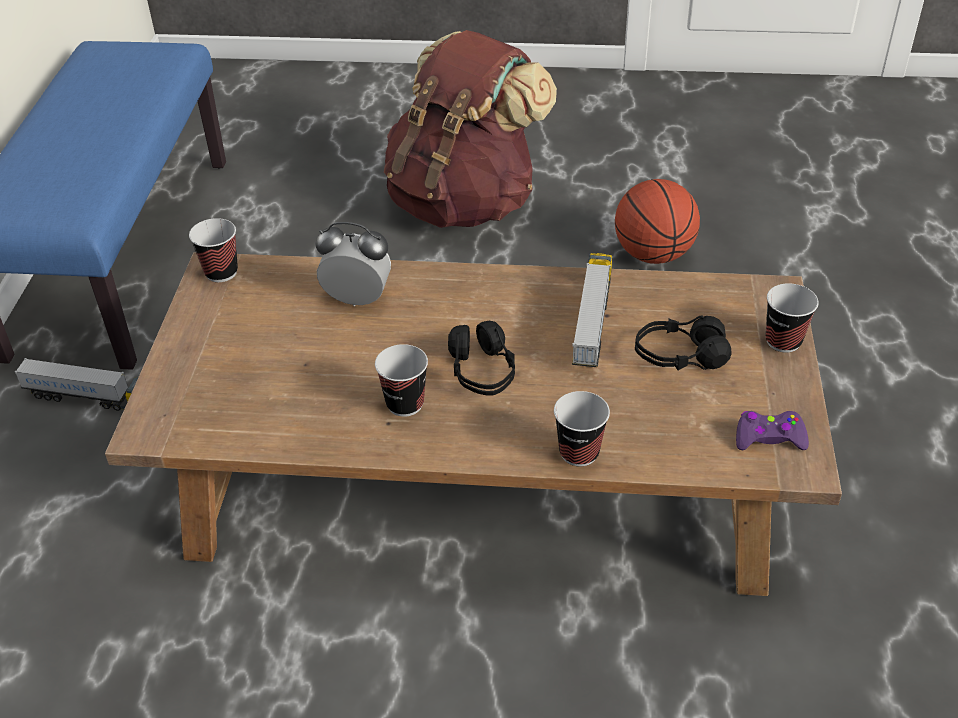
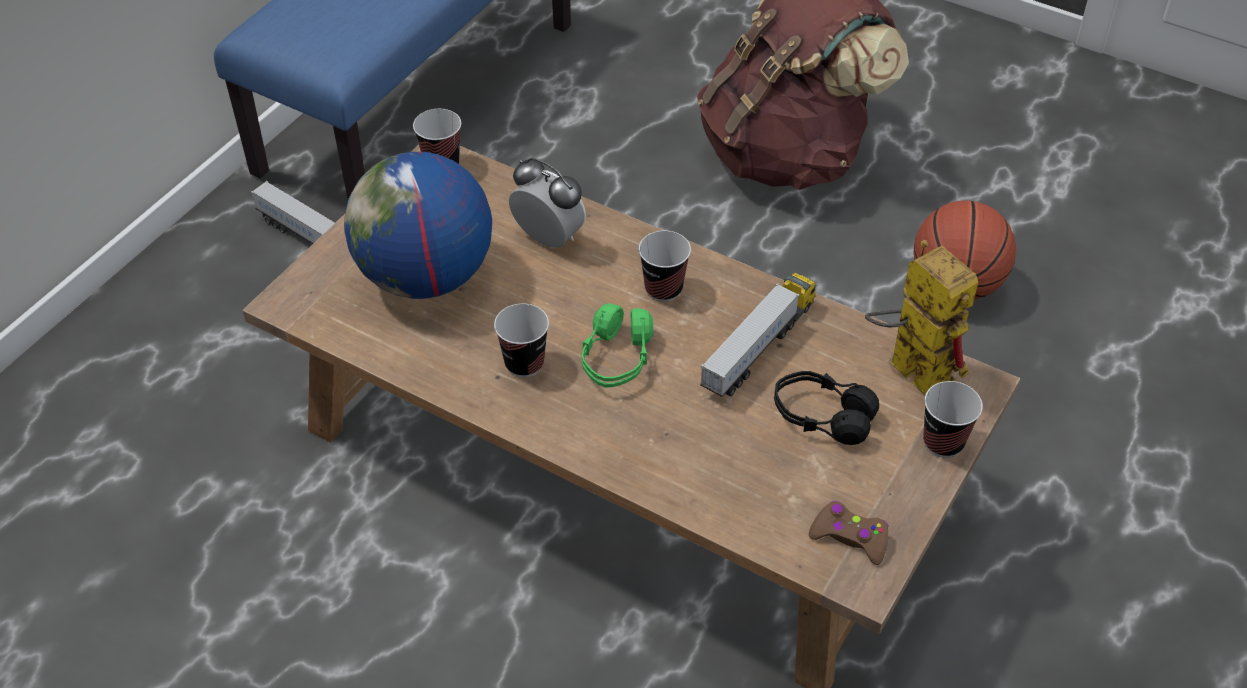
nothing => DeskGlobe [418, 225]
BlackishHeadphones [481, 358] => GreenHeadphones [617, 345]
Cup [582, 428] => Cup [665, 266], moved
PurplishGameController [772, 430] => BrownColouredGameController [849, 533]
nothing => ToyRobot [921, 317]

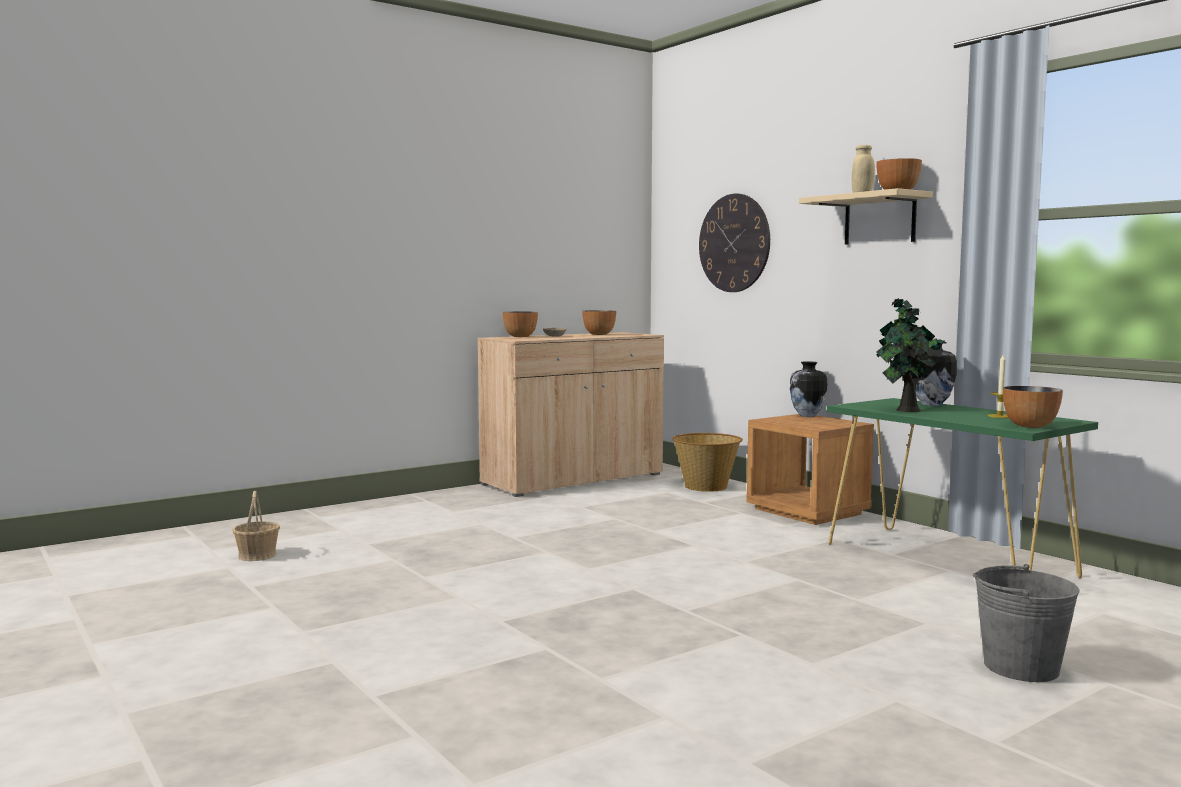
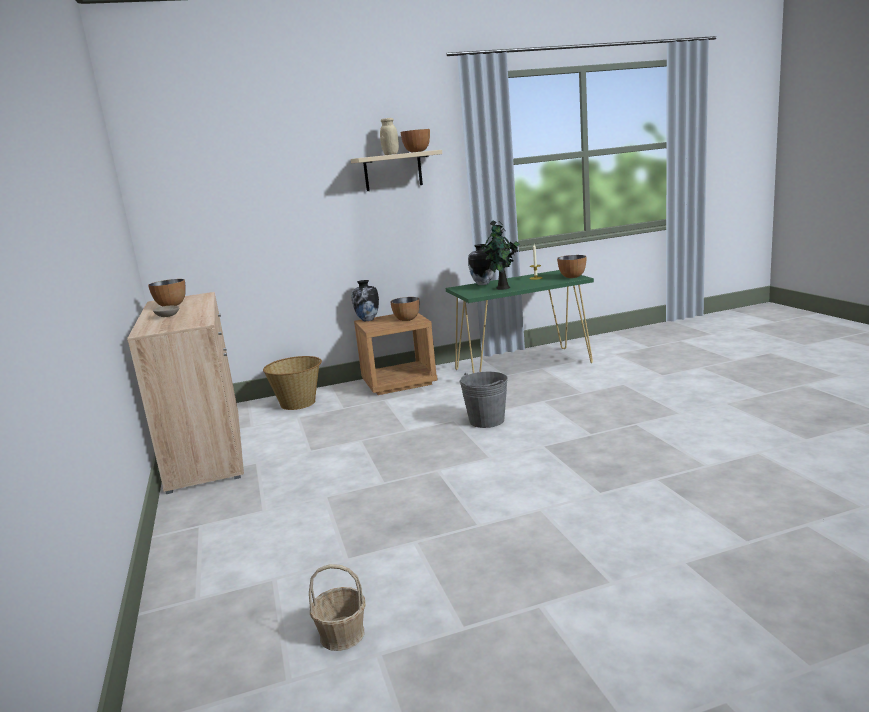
DeepDish [520, 324] => DeepDish [404, 309], moved
GreyBucket [1026, 623] => GreyBucket [484, 400], moved
ClockOnTheWall [734, 243] => nothing

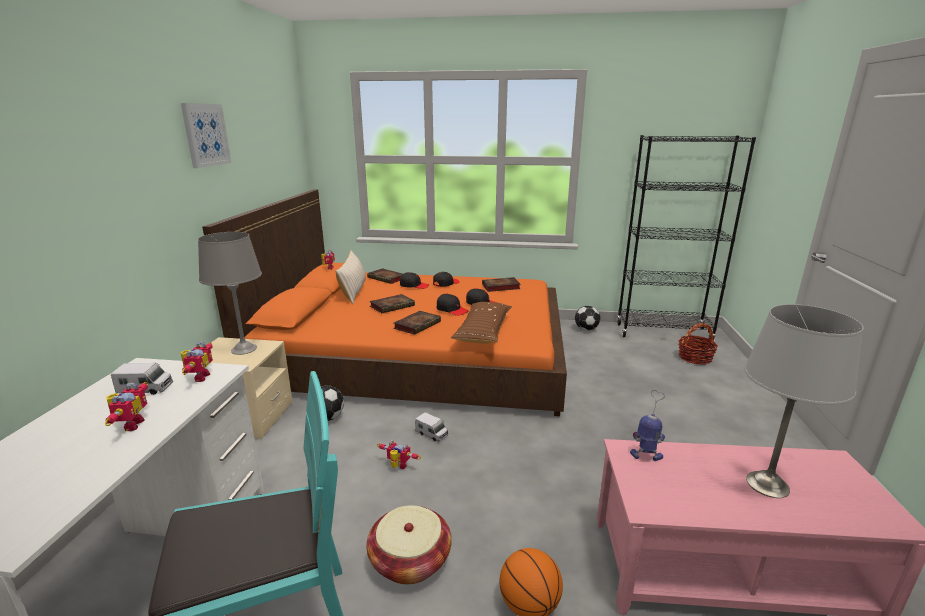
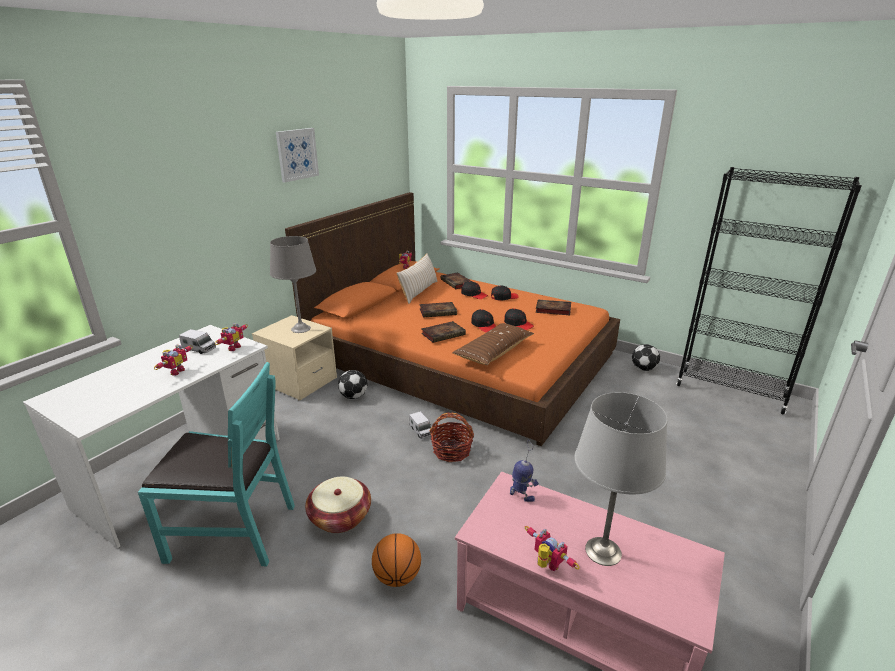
StorageBasket [698, 344] => StorageBasket [451, 437], moved
ToyRobot [399, 454] => ToyRobot [552, 548], moved

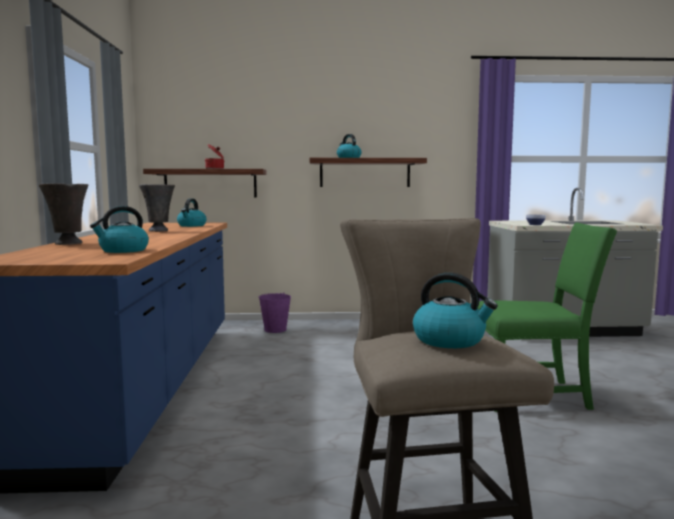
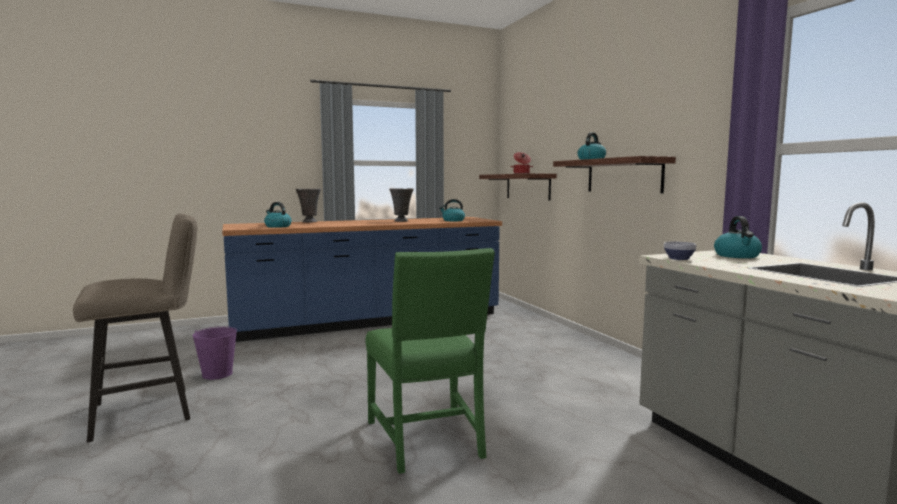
PurplishBucket [275, 312] => PurplishBucket [215, 353], moved
TeaKettle [455, 310] => TeaKettle [738, 237], moved

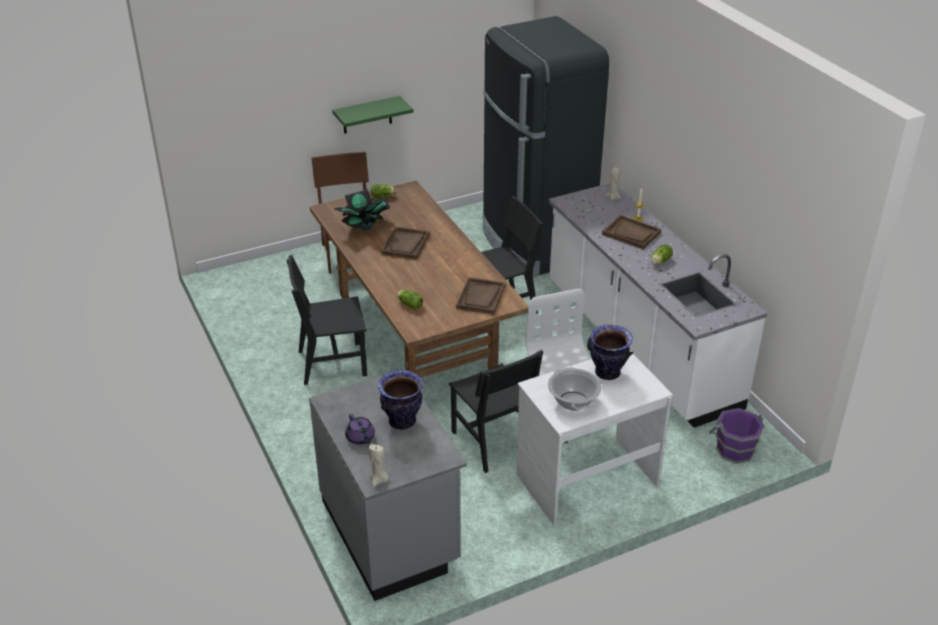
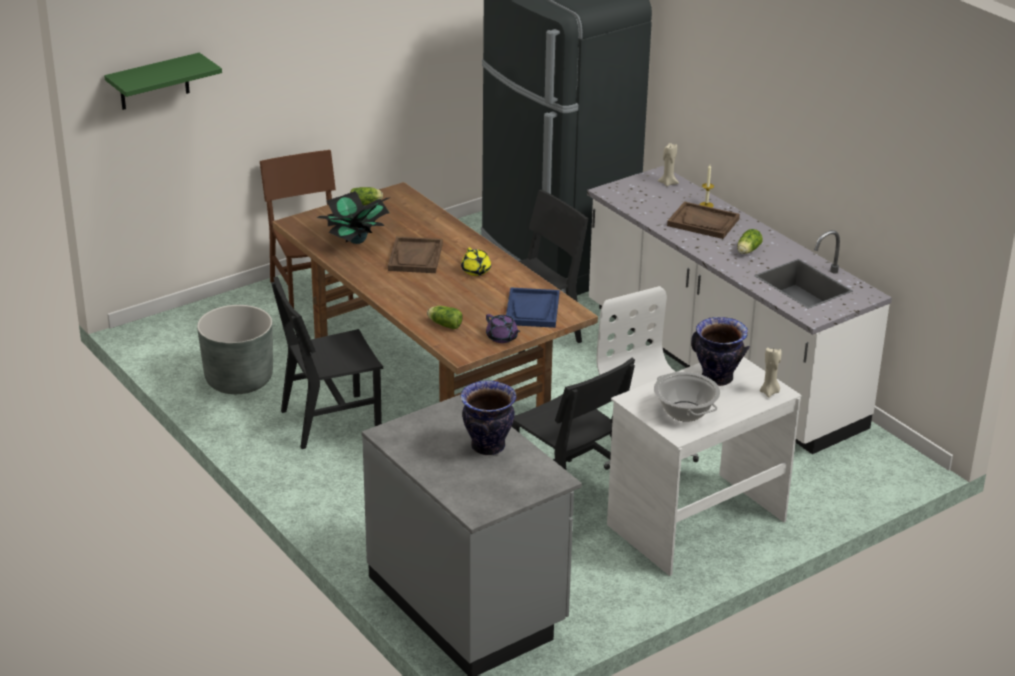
GreenWallShelf [373, 115] => GreenWallShelf [163, 81], moved
nothing => GreyFlowerPot [235, 349]
nothing => YellowishTeapot [476, 261]
PurplishTeapot [360, 429] => PurplishTeapot [503, 328], moved
BrownColouredServingTray [480, 295] => BlueServingTray [532, 307]
BeigeCandle [379, 465] => BeigeCandle [770, 372], moved
PurplishBucket [737, 436] => nothing

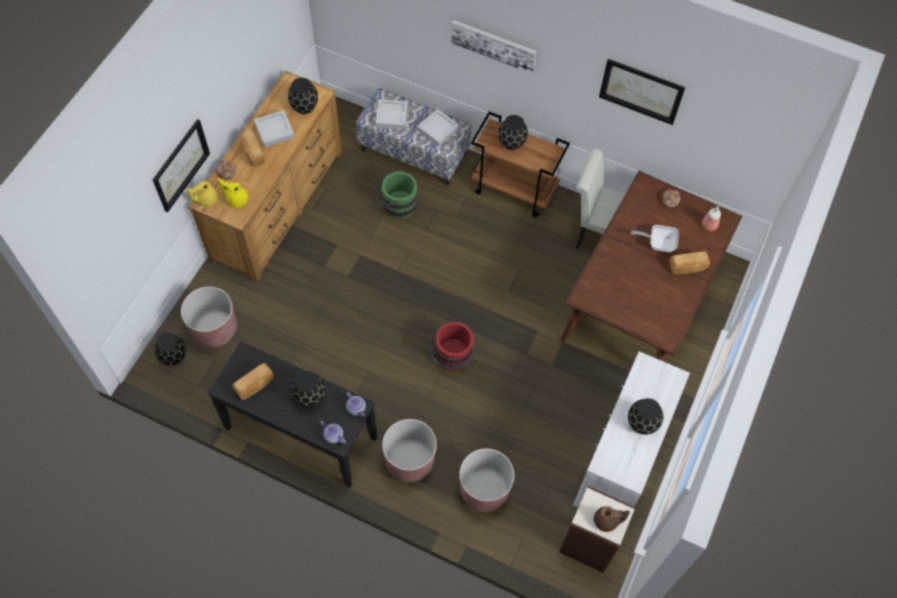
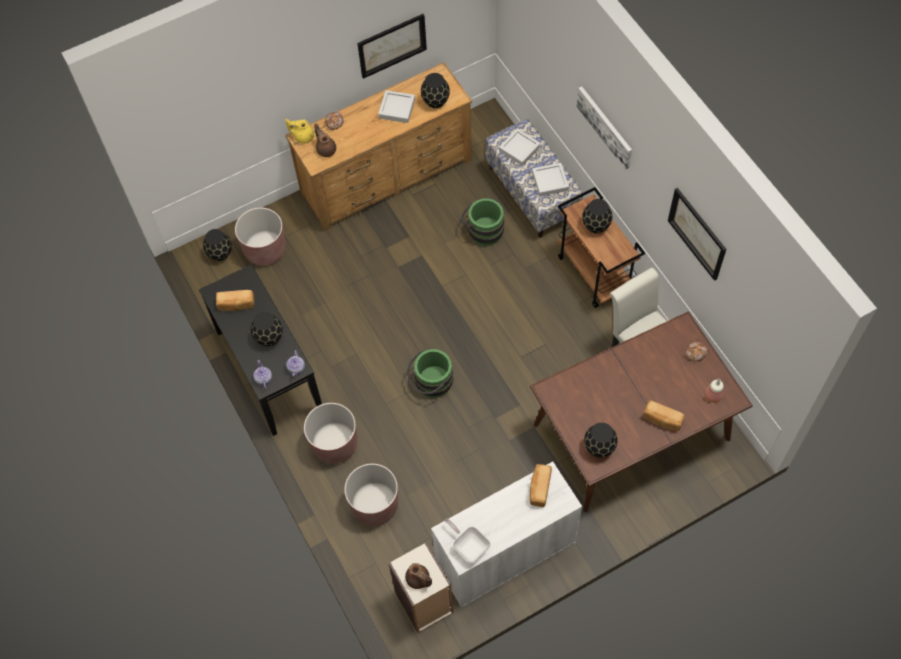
YellowishTeapot [233, 193] => BrownColouredTeapot [325, 140]
WallPicture [181, 165] => WallPicture [392, 46], moved
ReddishBucket [452, 346] => GreenBucket [430, 373]
Skillet [655, 238] => Skillet [467, 540], moved
BakedBread [252, 148] => BakedBread [541, 486], moved
BlackishFlowerVase [645, 416] => BlackishFlowerVase [601, 440], moved

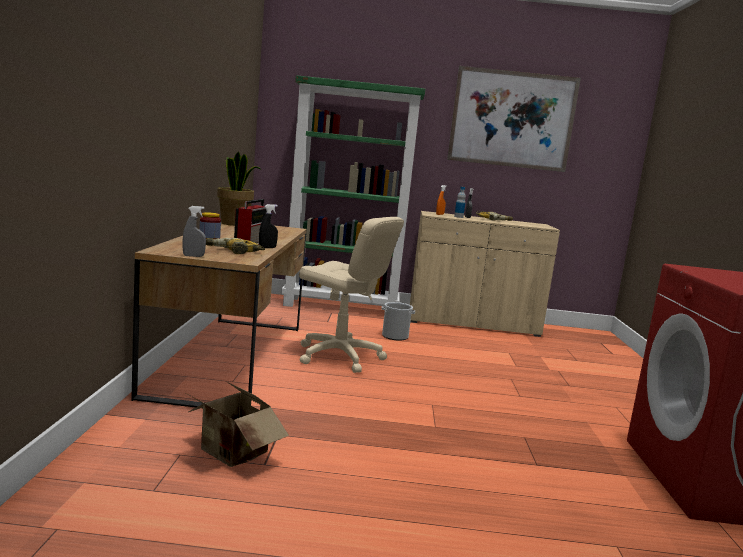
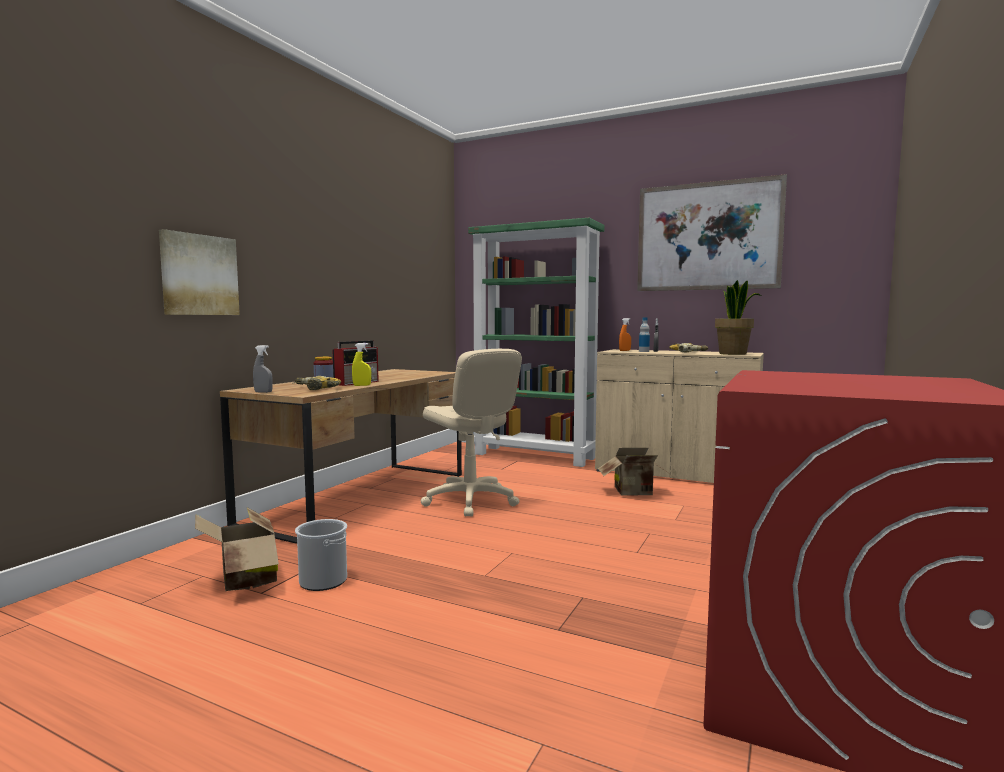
nothing => WallPicture [199, 272]
Bucket [398, 321] => Bucket [321, 555], moved
BlackishHandSprayer [268, 226] => YellowishHandSprayer [361, 364]
nothing => Carton [635, 472]
Houseplant [239, 188] => Houseplant [738, 317], moved

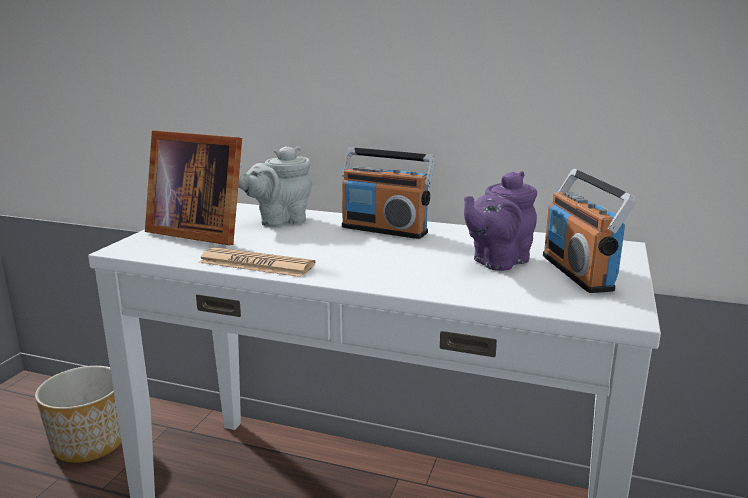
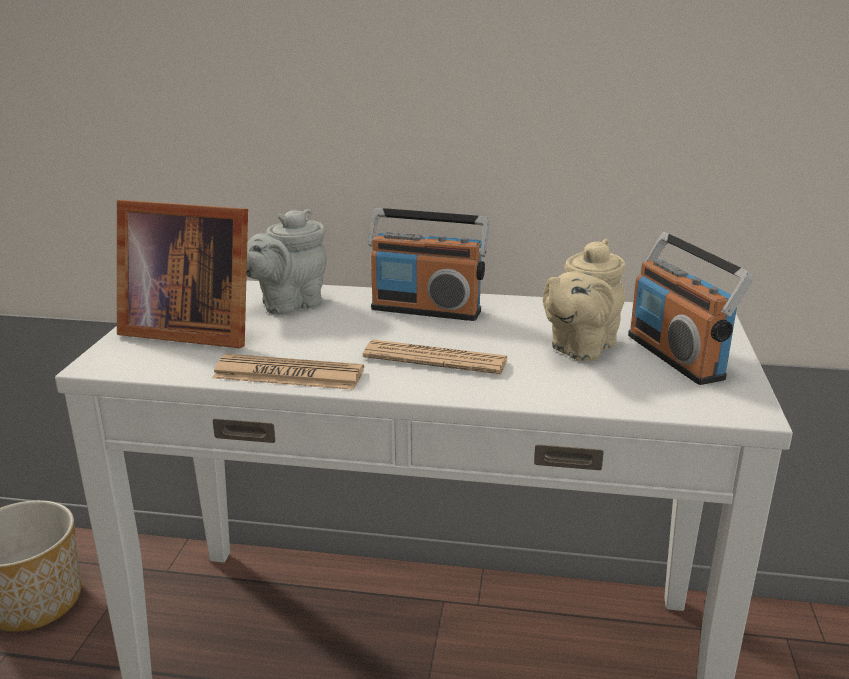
nothing => Newspaper [435, 357]
PurplishTeapot [500, 221] => BeigeTeapot [584, 300]

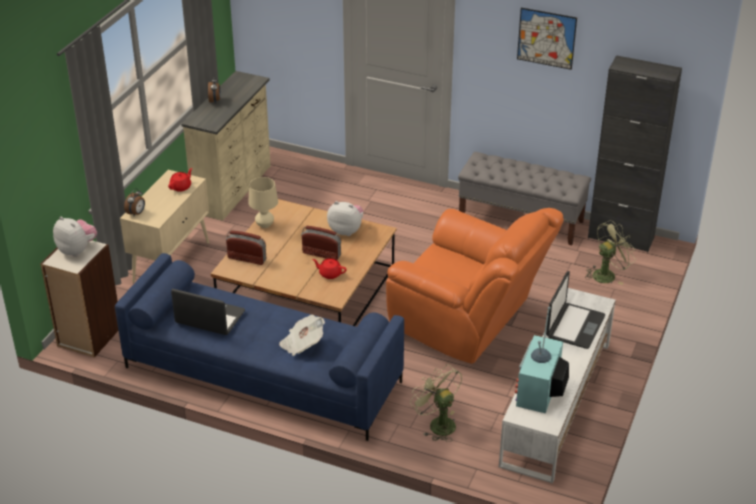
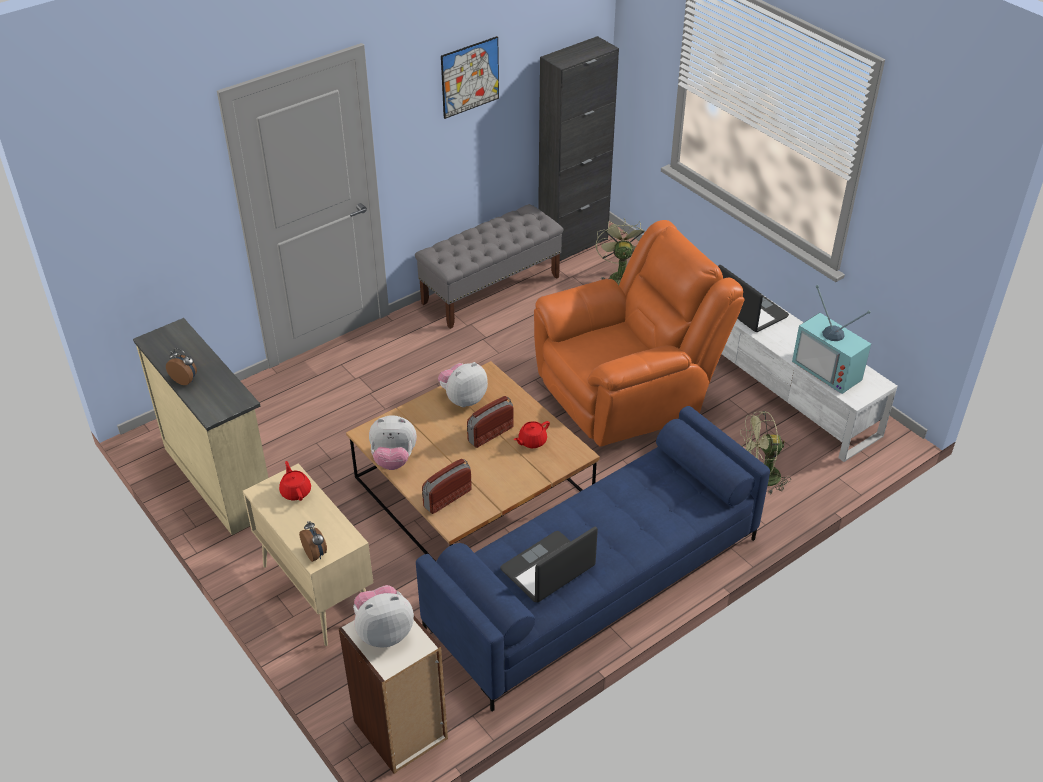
BeigeTableLamp [263, 202] => CuddlyToy [393, 442]
Newspaper [302, 335] => nothing

